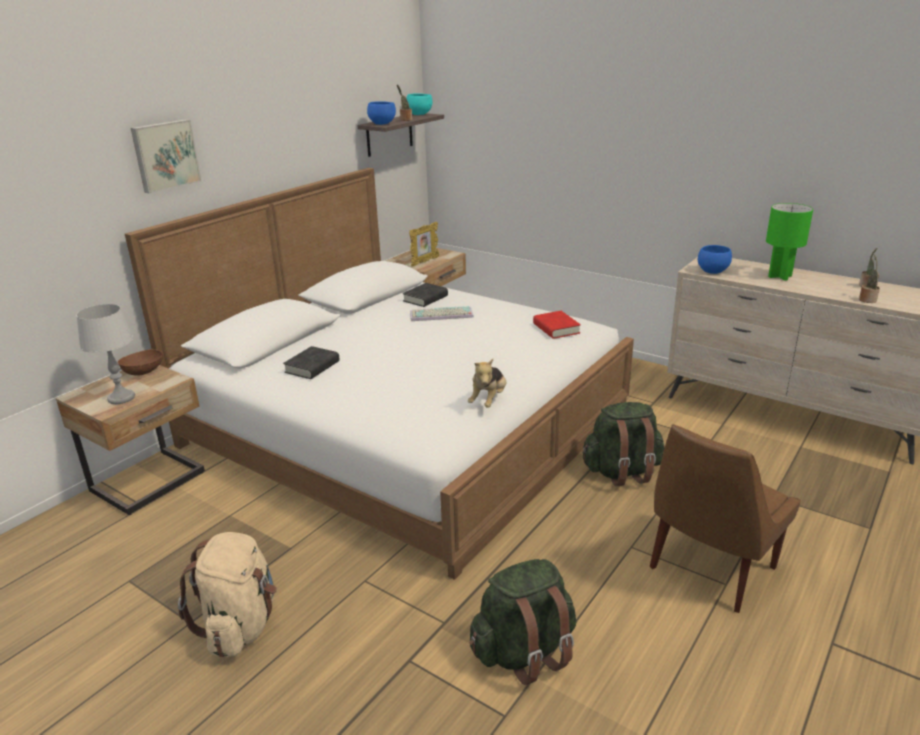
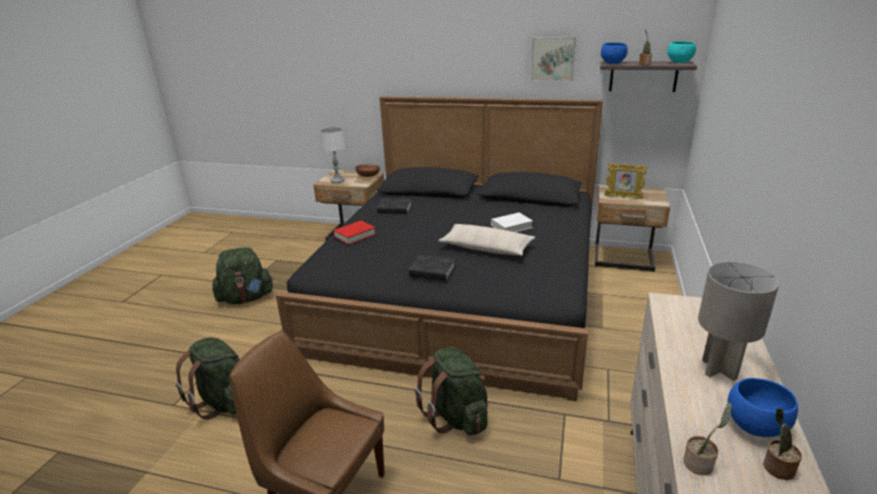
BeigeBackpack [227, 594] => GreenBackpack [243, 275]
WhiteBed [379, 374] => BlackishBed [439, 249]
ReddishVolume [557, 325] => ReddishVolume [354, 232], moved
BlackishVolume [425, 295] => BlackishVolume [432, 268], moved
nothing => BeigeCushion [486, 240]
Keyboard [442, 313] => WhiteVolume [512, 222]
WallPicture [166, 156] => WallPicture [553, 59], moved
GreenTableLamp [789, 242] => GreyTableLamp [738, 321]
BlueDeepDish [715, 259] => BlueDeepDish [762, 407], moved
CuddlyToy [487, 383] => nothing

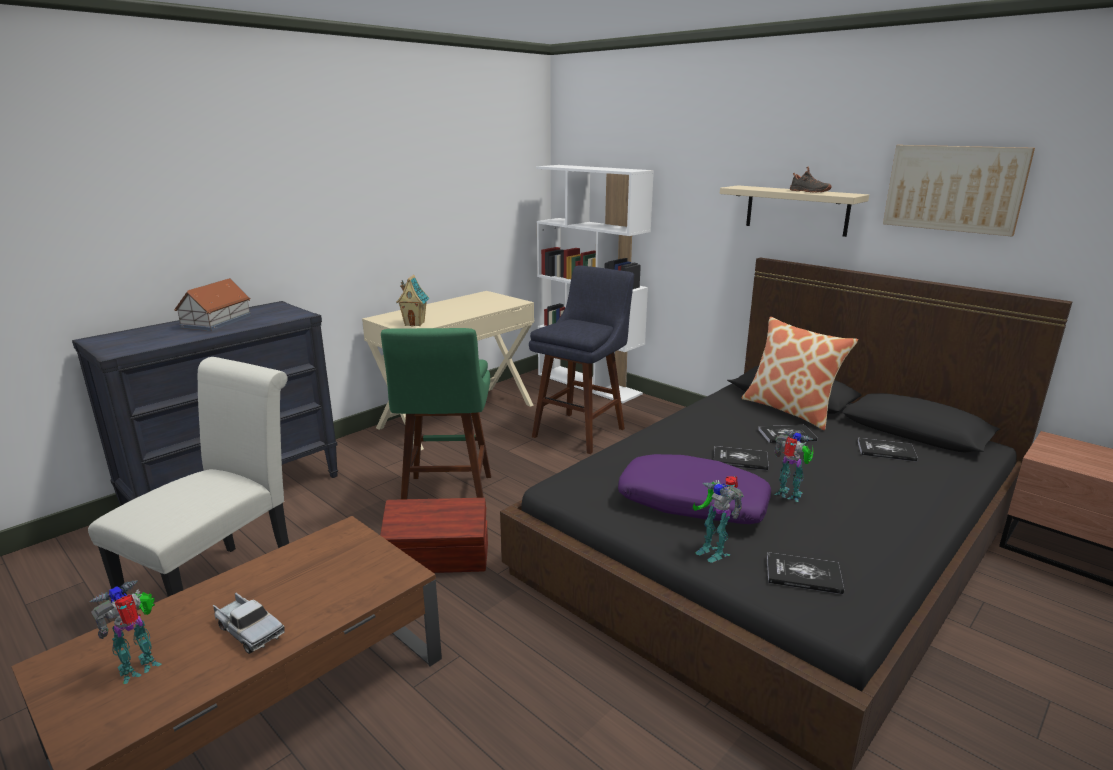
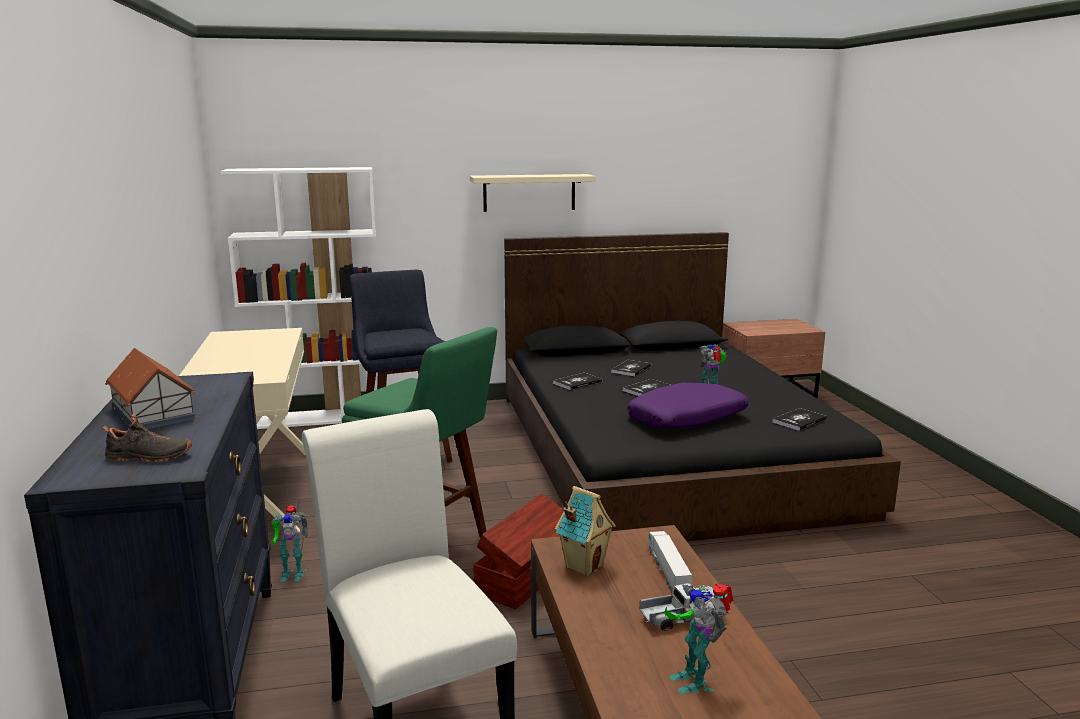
BlackishShoe [810, 180] => BlackishShoe [147, 438], moved
ToyRobot [718, 519] => ToyRobot [290, 543], moved
Volume [888, 450] => Volume [577, 381], moved
ToyHouse [412, 300] => ToyHouse [585, 531], moved
nothing => ToyTruck [670, 562]
Cushion [800, 373] => nothing
WallPicture [959, 190] => nothing

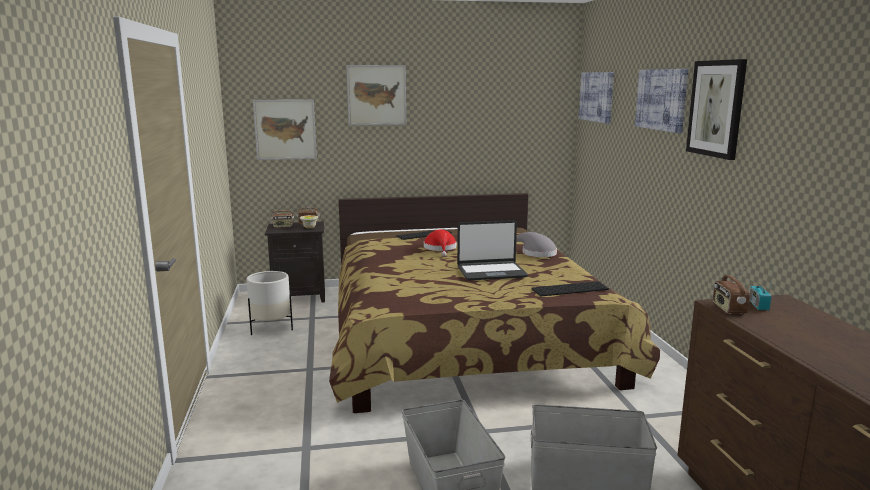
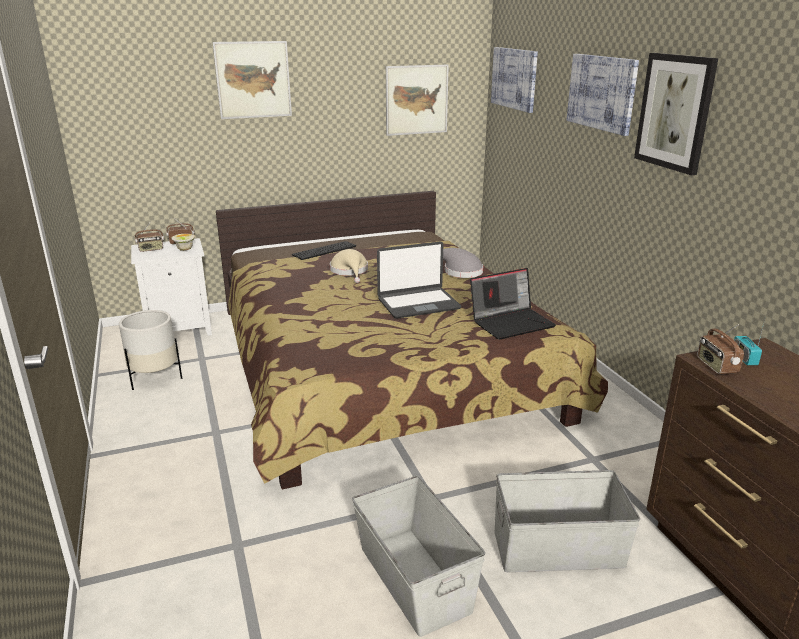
BlackishNightstand [295, 262] => WhiteNightstand [171, 287]
ReddishHat [440, 242] => BeigeHat [349, 266]
WallPicture [285, 129] => WallPicture [417, 100], moved
Keyboard [570, 288] => PortableComputer [513, 304]

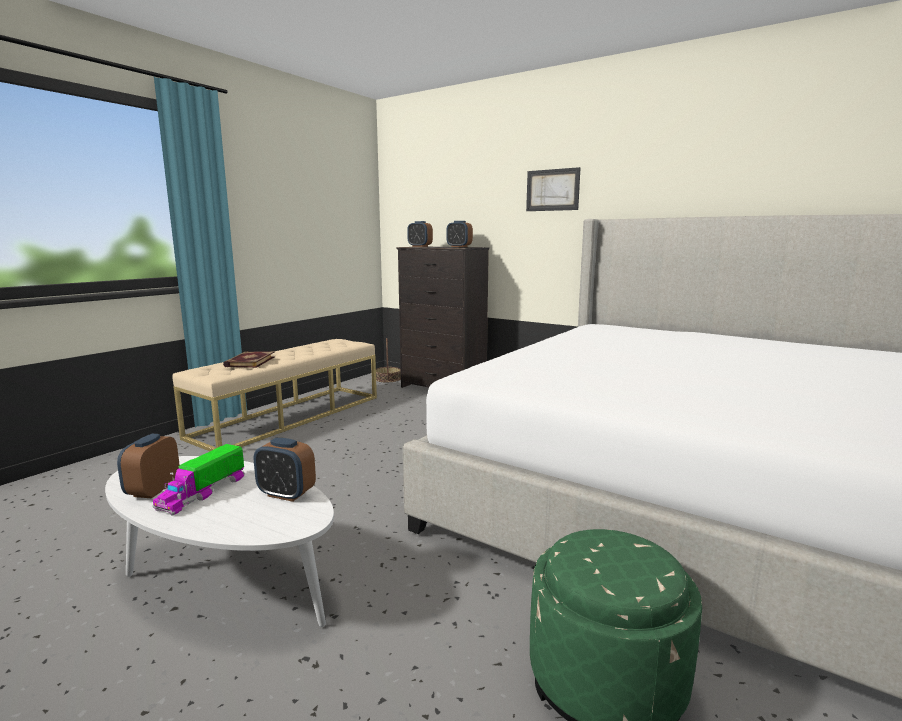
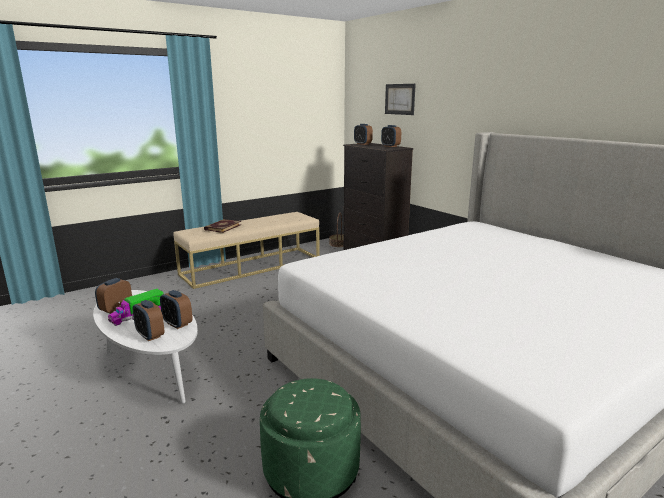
nothing => TableClock [148, 320]
WallPicture [553, 189] => WallPicture [400, 99], moved

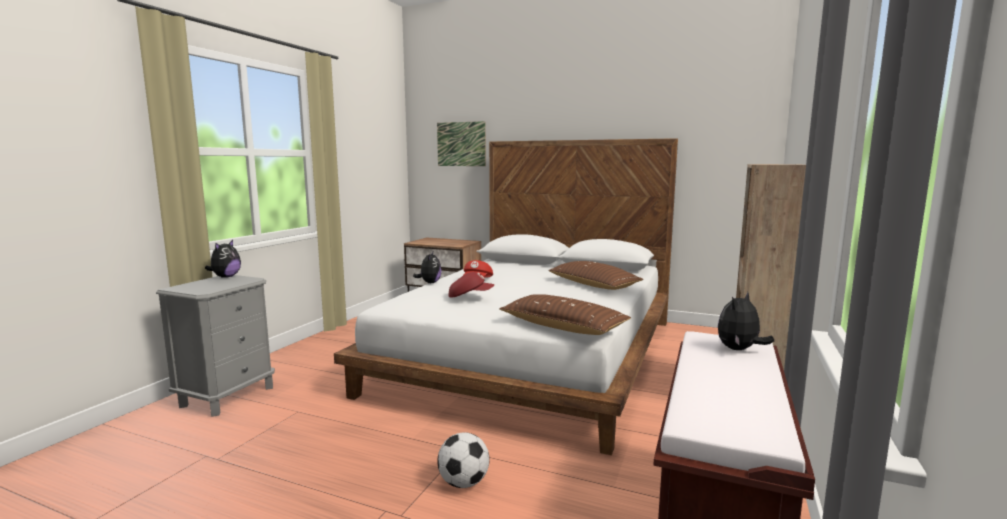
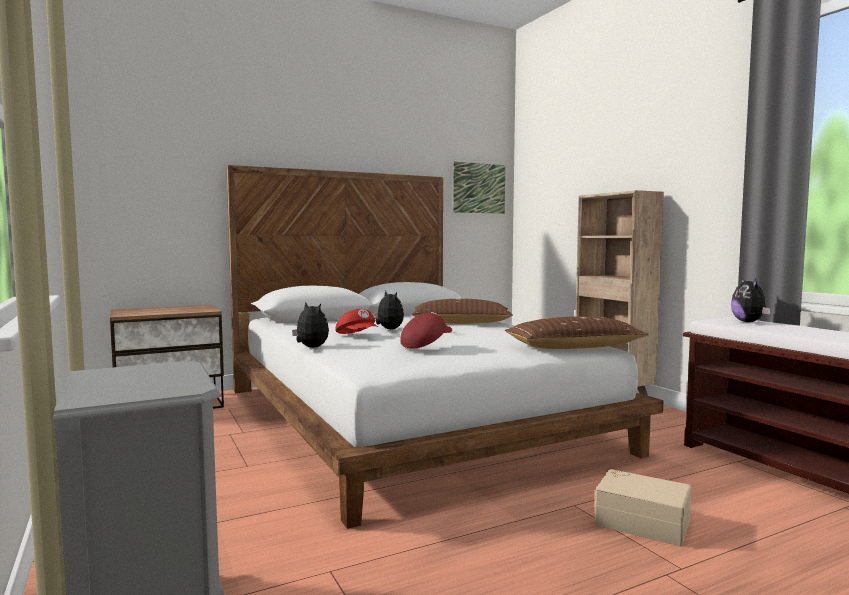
CuddlyToy [223, 259] => CuddlyToy [389, 310], moved
WallPicture [461, 143] => WallPicture [479, 188], moved
FootballBall [463, 460] => BeigeStorageBin [643, 507]

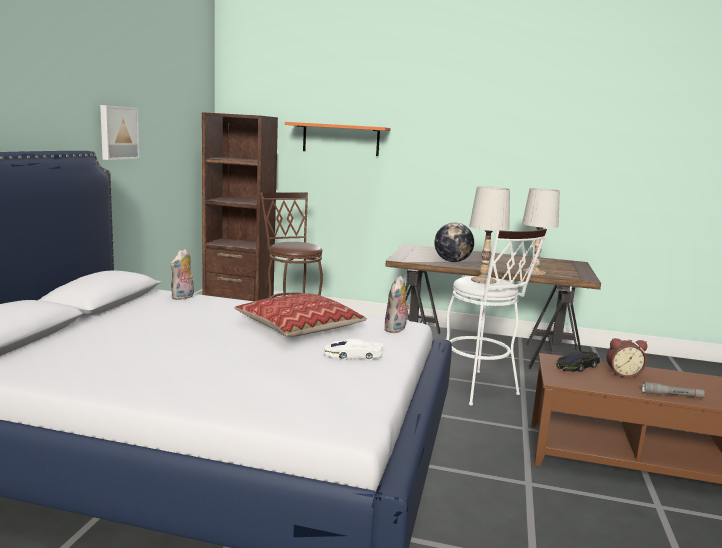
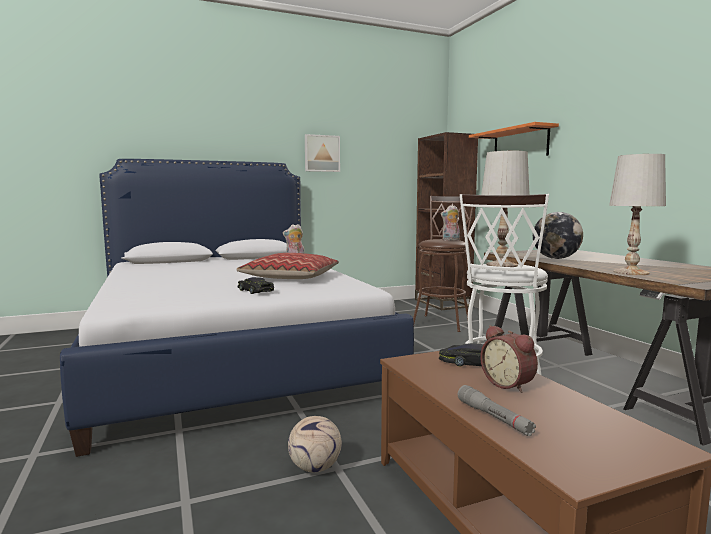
WhiteMiniatureCar [353, 349] => BlackishMiniatureCar [256, 285]
nothing => FootballBall [315, 444]
CuddlyToy [397, 304] => CuddlyToy [450, 223], moved

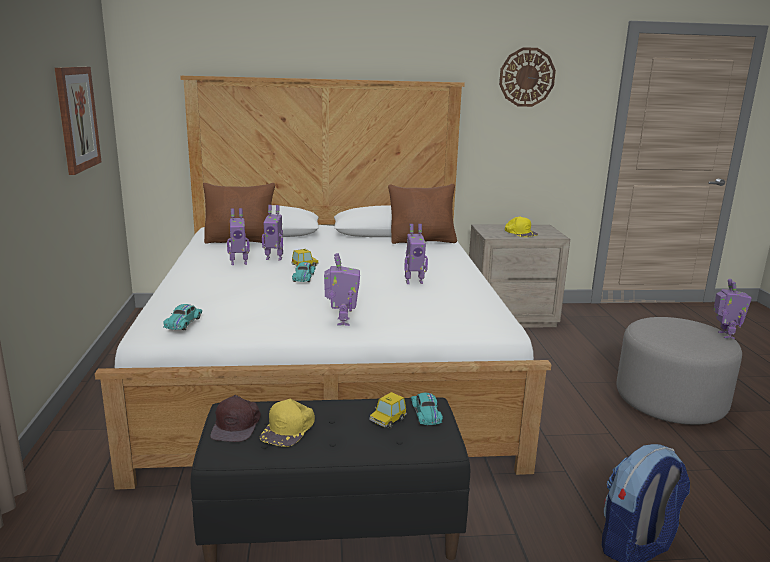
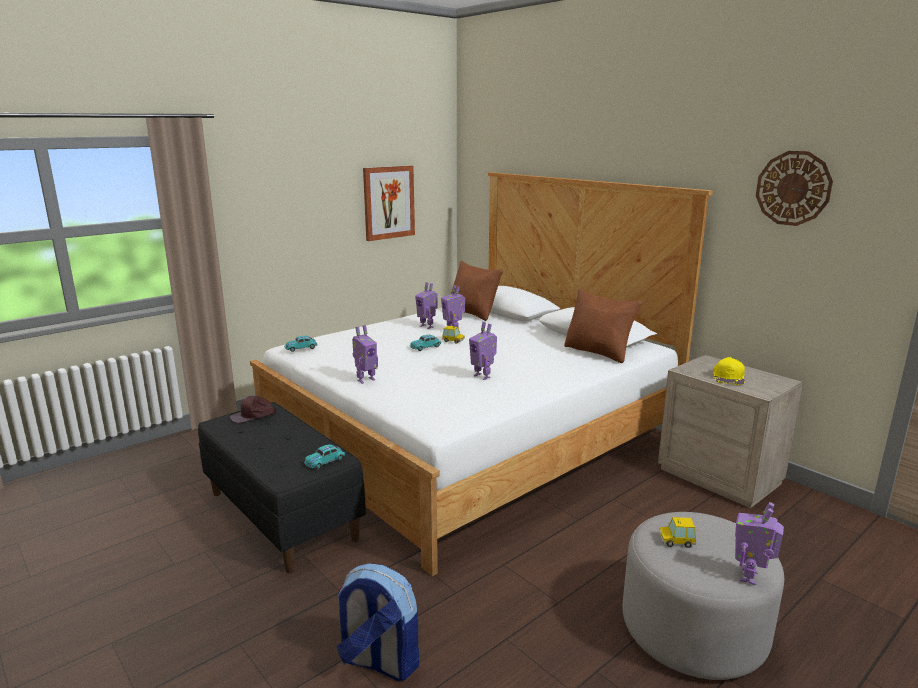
MiniatureCar [388, 410] => MiniatureCar [677, 532], moved
ToyRobot [732, 309] => ToyRobot [759, 543], 150 degrees clockwise
YellowishCap [287, 422] => nothing

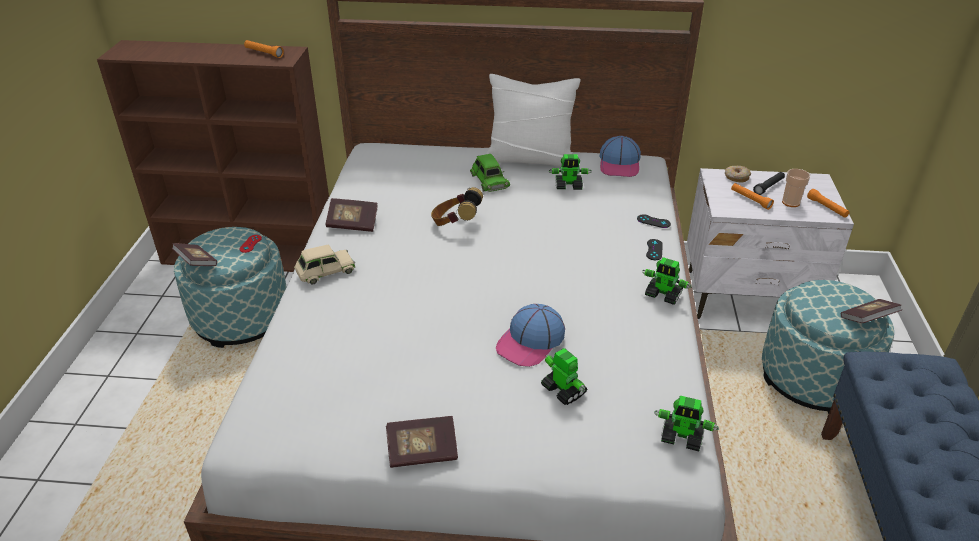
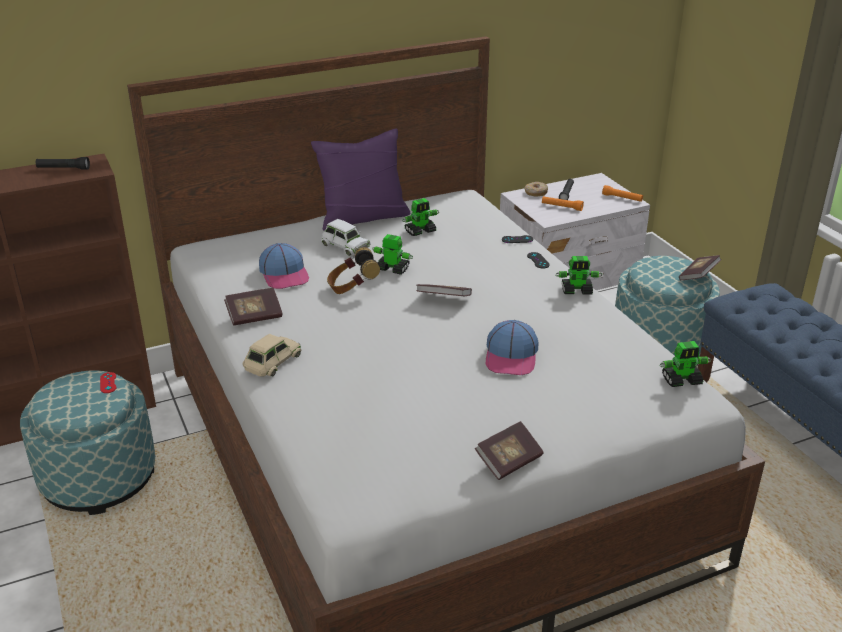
OrangeHandTorch [264, 49] => BlackishHandTorch [63, 163]
Cap [620, 156] => Cap [284, 266], moved
WhiteCushion [533, 120] => PurplishCushion [361, 180]
GreenMiniatureCar [490, 173] => WhiteMiniatureCar [346, 237]
ToyRobot [564, 376] => ToyRobot [392, 254], moved
Volume [194, 254] => Volume [444, 290], moved
Cup [796, 188] => nothing

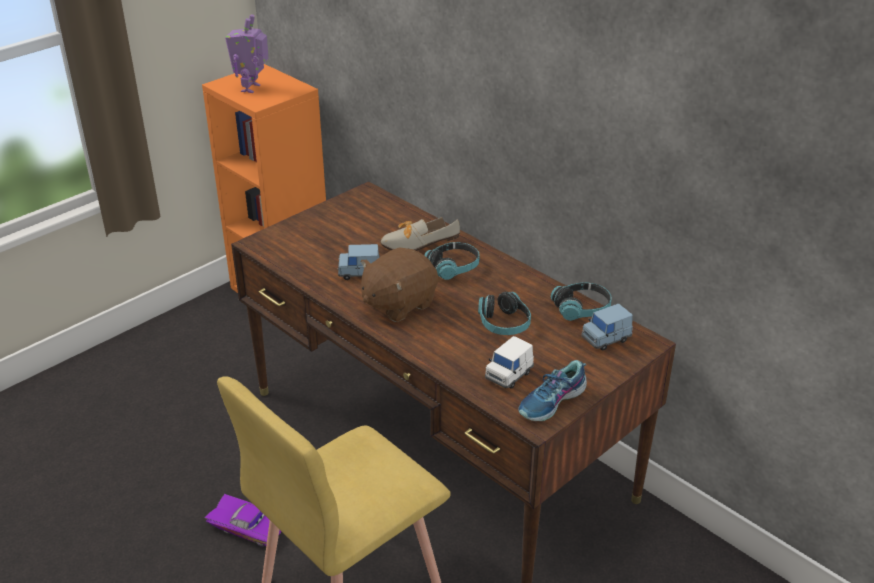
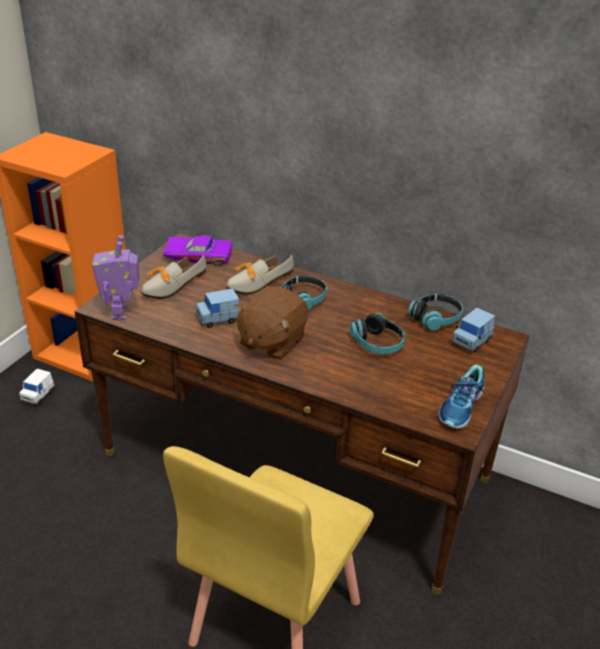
WhiteMiniatureCar [509, 362] => WhiteMiniatureCar [37, 387], moved
ToyRobot [246, 53] => ToyRobot [115, 277], moved
nothing => Shoe [173, 276]
PurplishMiniatureCar [243, 520] => PurplishMiniatureCar [197, 250], moved

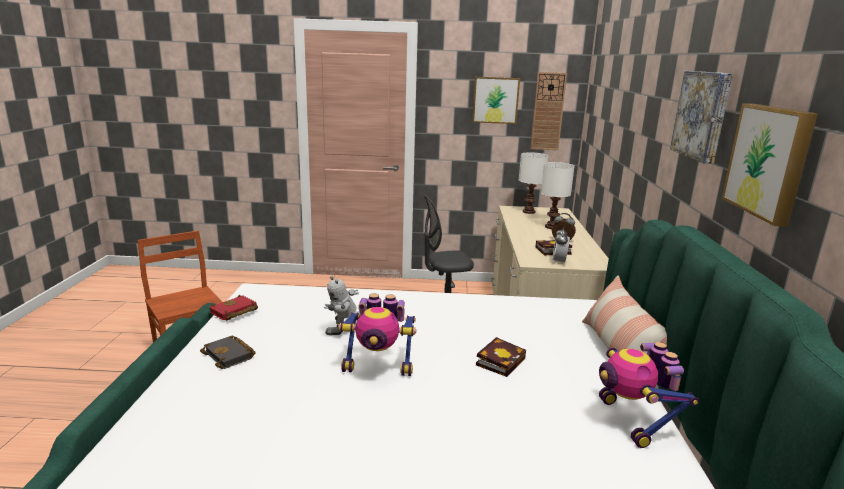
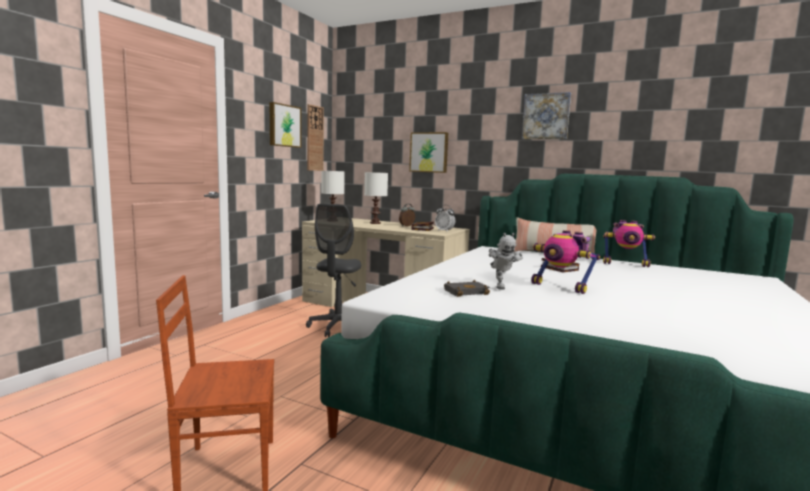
WallPicture [769, 165] => WallPicture [428, 152], moved
BlackishVolume [228, 352] => BlackishVolume [467, 288], moved
ToyRobot [377, 335] => ToyRobot [565, 262], 105 degrees clockwise
ReddishVolume [233, 308] => nothing

